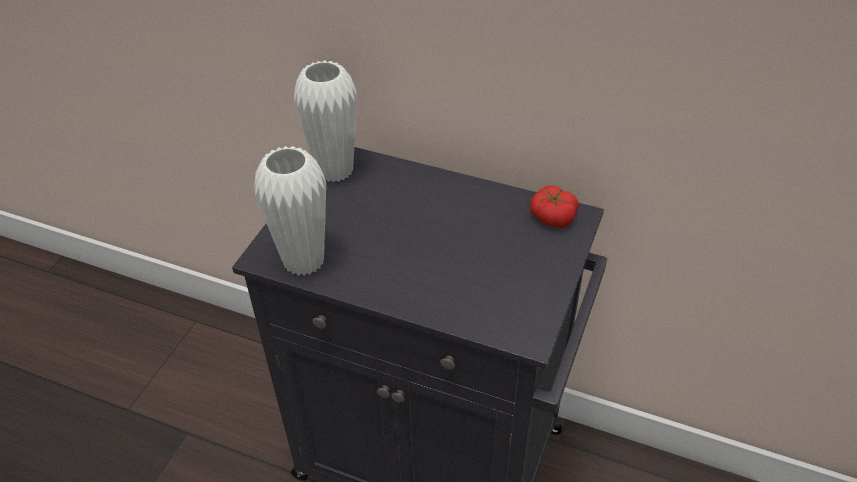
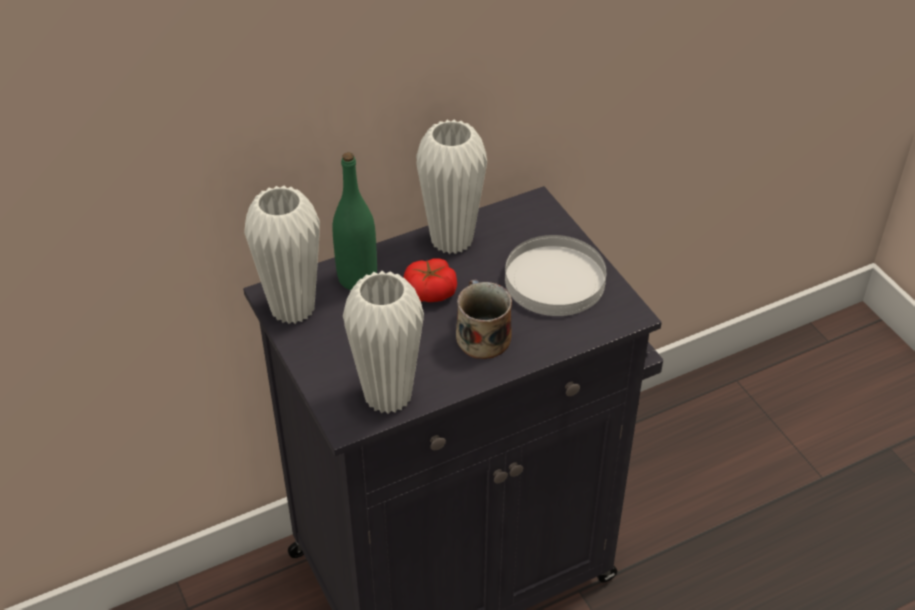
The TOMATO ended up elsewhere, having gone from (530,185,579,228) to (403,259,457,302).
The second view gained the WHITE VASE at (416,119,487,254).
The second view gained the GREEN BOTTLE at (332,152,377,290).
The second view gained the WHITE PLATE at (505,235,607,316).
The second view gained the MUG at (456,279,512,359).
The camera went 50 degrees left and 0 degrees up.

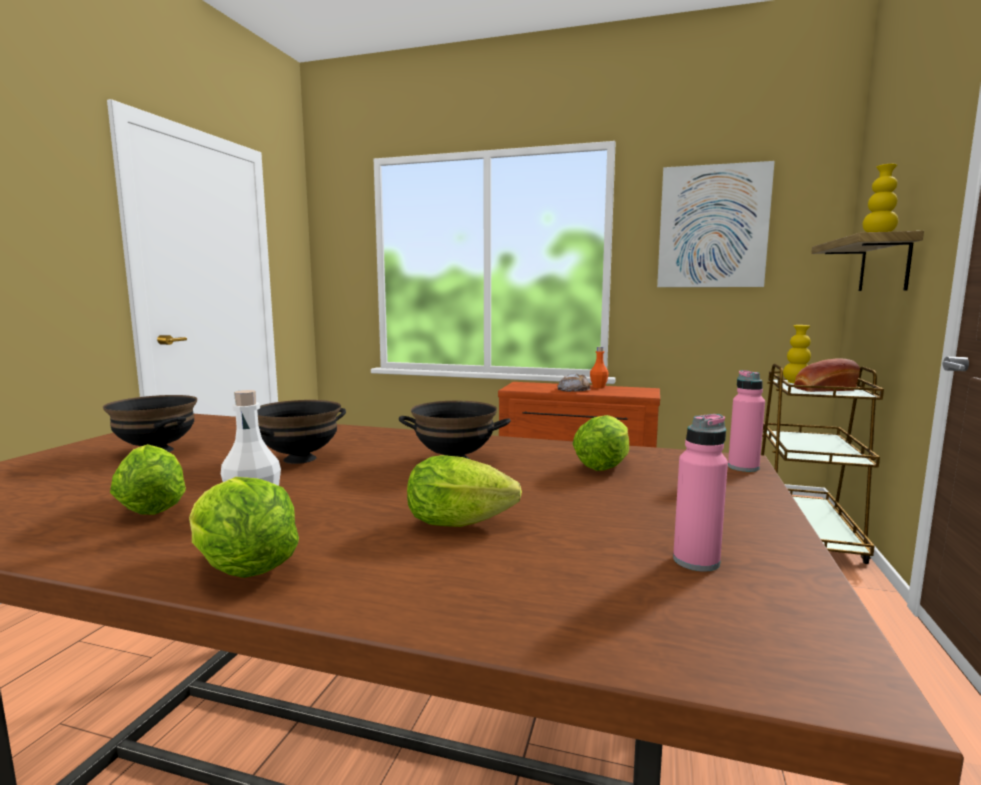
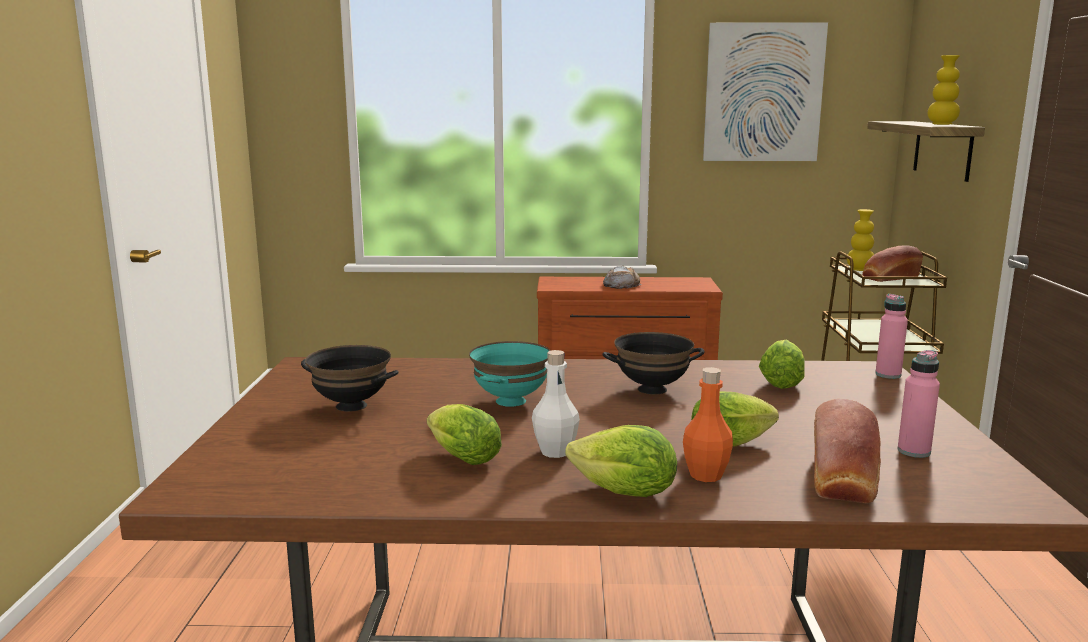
The ORANGE BOTTLE ended up elsewhere, having gone from (590,347,609,388) to (683,367,733,482).
What was the BLACK BOWL at (257,400,346,464) turned into the TURQUOISE BOWL at (469,341,551,407).
The second view gained the BREAD at (814,399,881,503).
The camera went 15 degrees left and 5 degrees up.

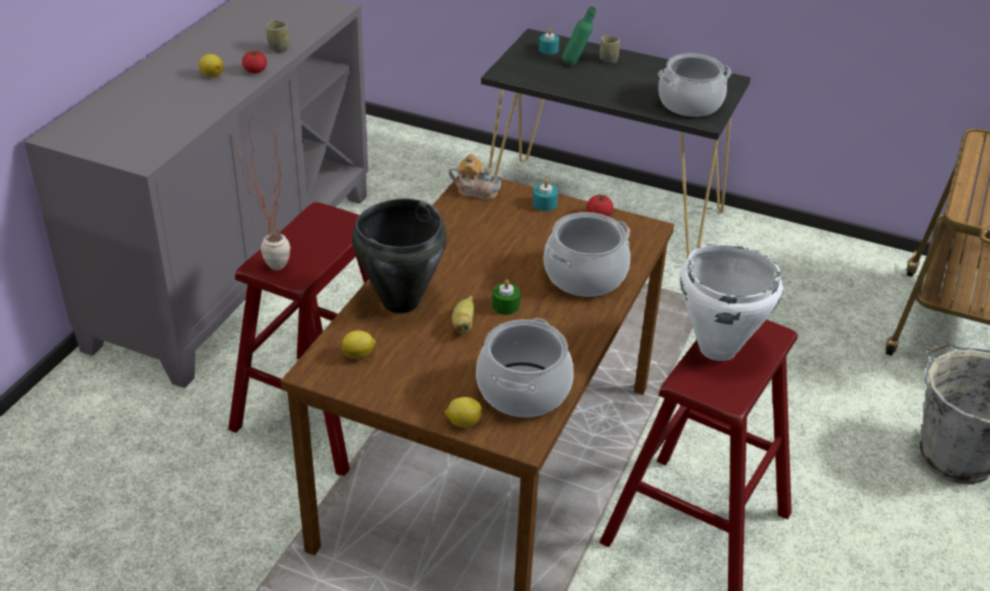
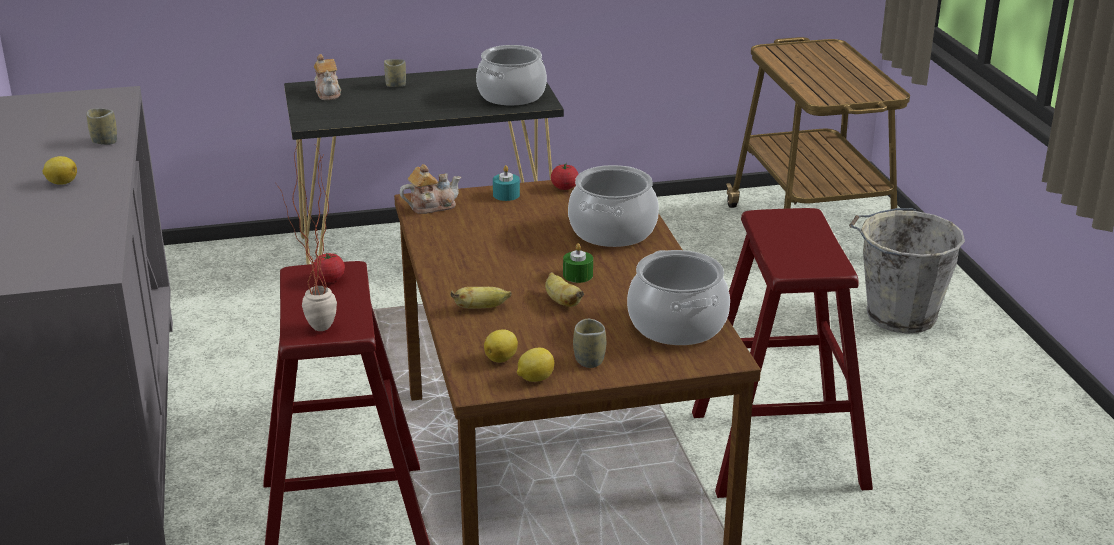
The second view lost the GREEN BOTTLE at (562,6,596,65).
Where the TURQUOISE CANDLE stood at (539,28,559,55), the TEAPOT came to stand at (314,54,341,100).
The TOMATO ended up elsewhere, having gone from (242,51,267,73) to (312,253,345,282).
Where the BLACK COOKING POT stood at (352,198,447,313), the BANANA came to stand at (451,287,511,309).
The second view lost the WHITE COOKING POT at (680,244,783,361).
The LEMON ended up elsewhere, having gone from (445,397,482,428) to (517,348,554,382).
The second view gained the CUP at (573,319,606,368).
The camera went 35 degrees left and 10 degrees down.

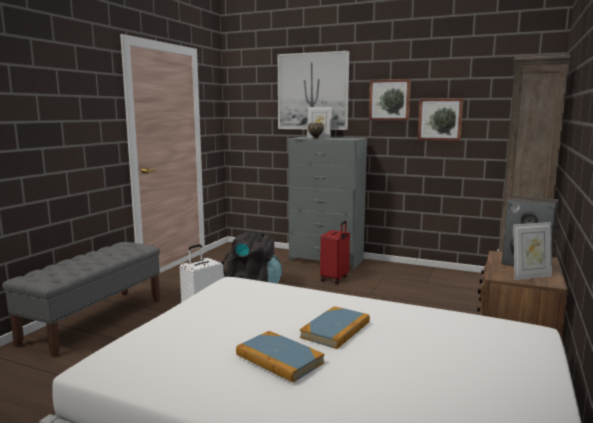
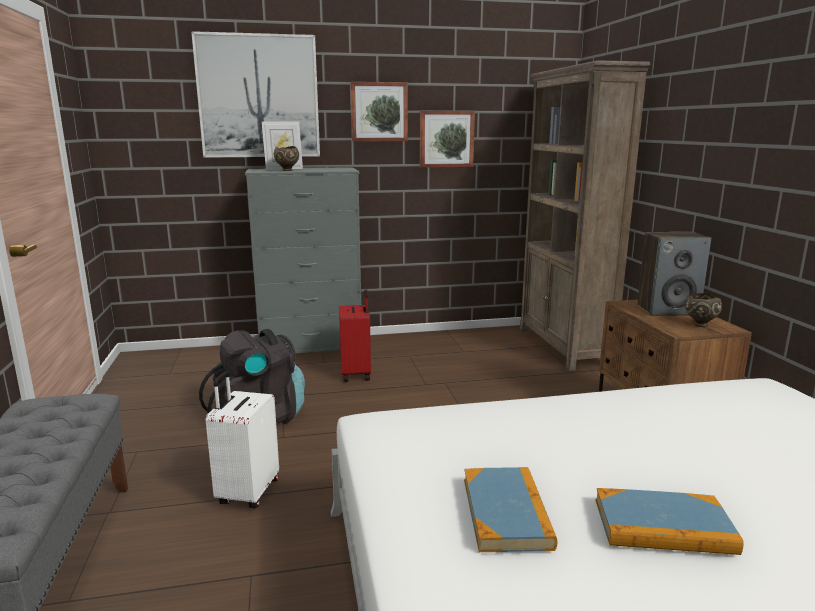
Where the PICTURE FRAME stood at (513,222,552,280), the BROWN BOWL came to stand at (685,293,722,327).
The BOOK ended up elsewhere, having gone from (300,306,370,349) to (464,467,557,552).
The camera went 35 degrees left and 5 degrees up.

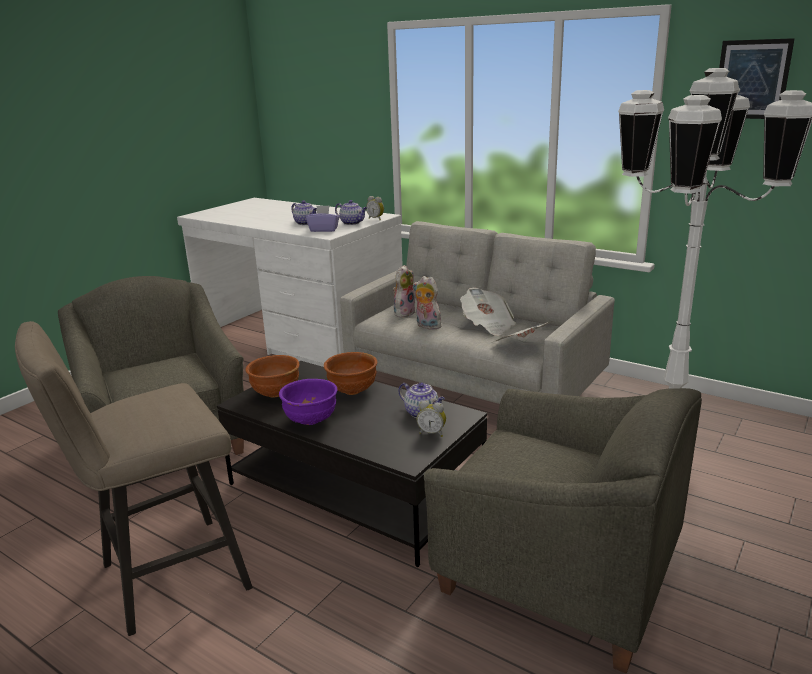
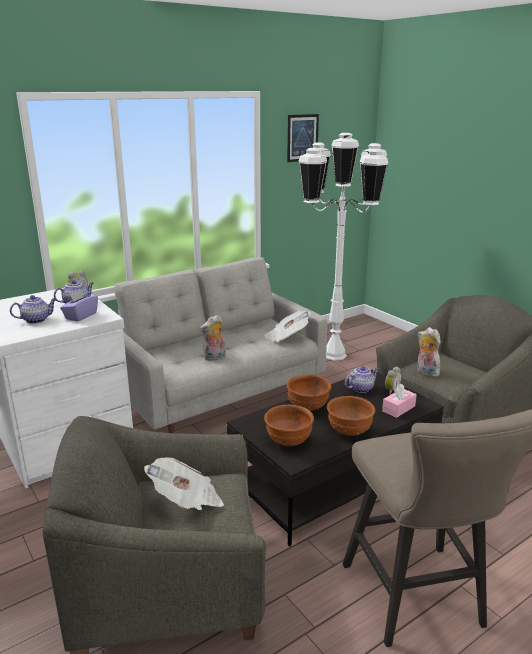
The PLUSH TOY ended up elsewhere, having gone from (393,265,415,317) to (417,327,443,377).
The NEWSPAPER ended up elsewhere, having gone from (460,288,516,336) to (144,457,224,510).
What was the PURPLE BOWL at (279,379,337,425) turned into the BROWN BOWL at (327,396,375,436).
The second view gained the PINK TISSUE BOX at (382,383,417,418).
The camera went 70 degrees left and 0 degrees up.

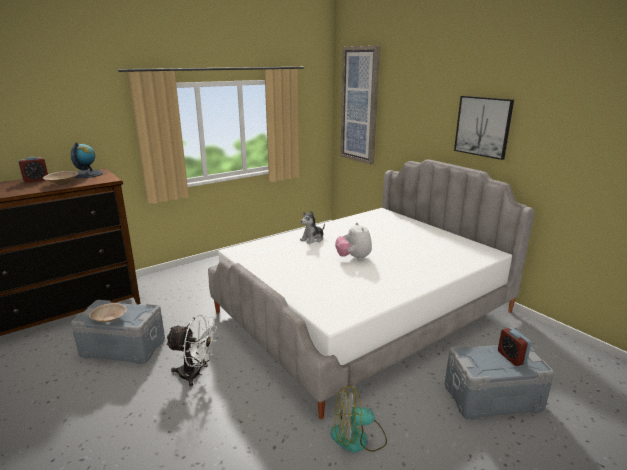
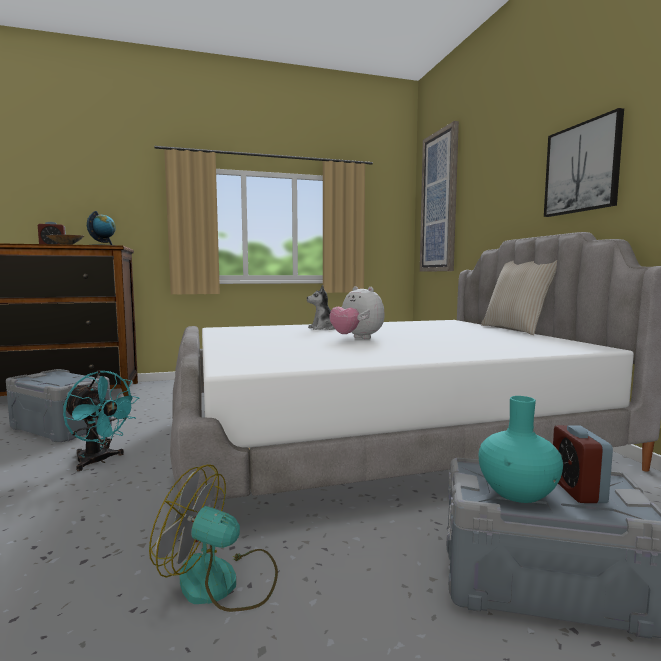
The PLUSH TOY at (335,222,372,260) ended up facing another way, 45 degrees counterclockwise from before.
The second view lost the BEIGE BOWL at (89,303,127,322).
What was the WHITE FAN at (165,315,217,387) turned into the TURQUOISE FAN at (62,371,139,471).
The second view gained the BEIGE PILLOW at (481,260,557,335).
The second view gained the TURQUOISE VASE at (479,396,563,503).
The camera went 20 degrees right and 15 degrees down.

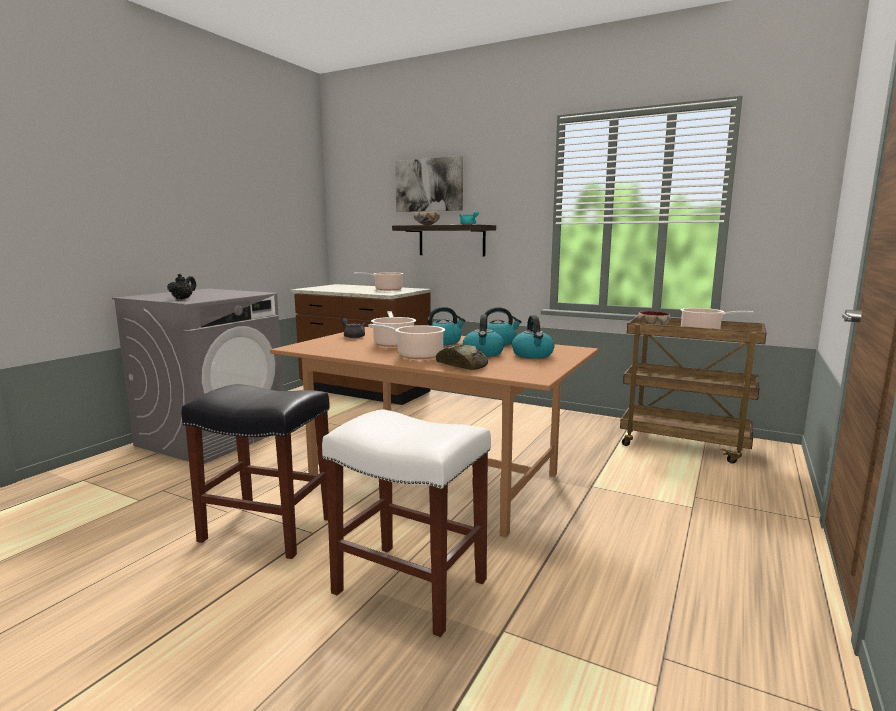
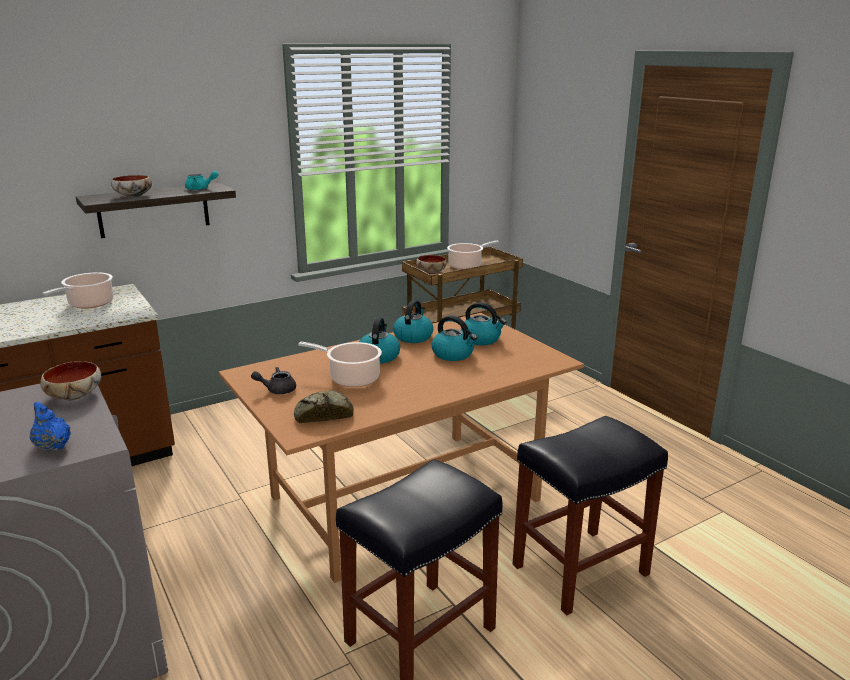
The second view lost the PICTURE at (395,156,463,212).
What was the BLACK TEAPOT at (167,274,196,300) turned into the BLUE TEAPOT at (30,402,71,452).
The second view lost the COOKING POT at (368,324,445,359).
The BREAD ended up elsewhere, having gone from (436,345,488,370) to (294,390,354,423).
What was the WHITE STOOL at (322,409,491,637) turned into the BLACK STOOL at (513,416,668,615).
The second view gained the BOWL at (40,361,101,400).
The camera went 60 degrees left and 10 degrees up.

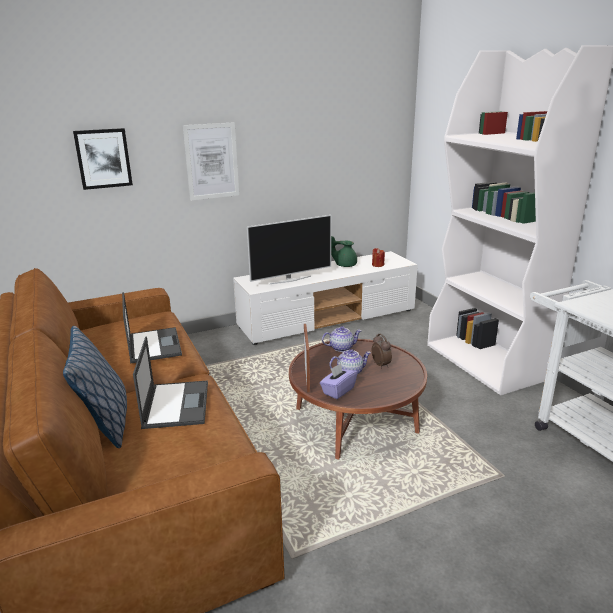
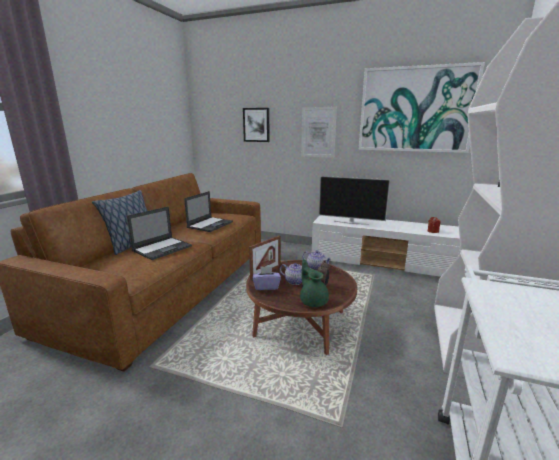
The GREEN TEAPOT ended up elsewhere, having gone from (331,236,357,267) to (300,259,329,307).
The second view gained the PICTURE at (359,62,485,153).
The camera went 45 degrees right and 5 degrees down.

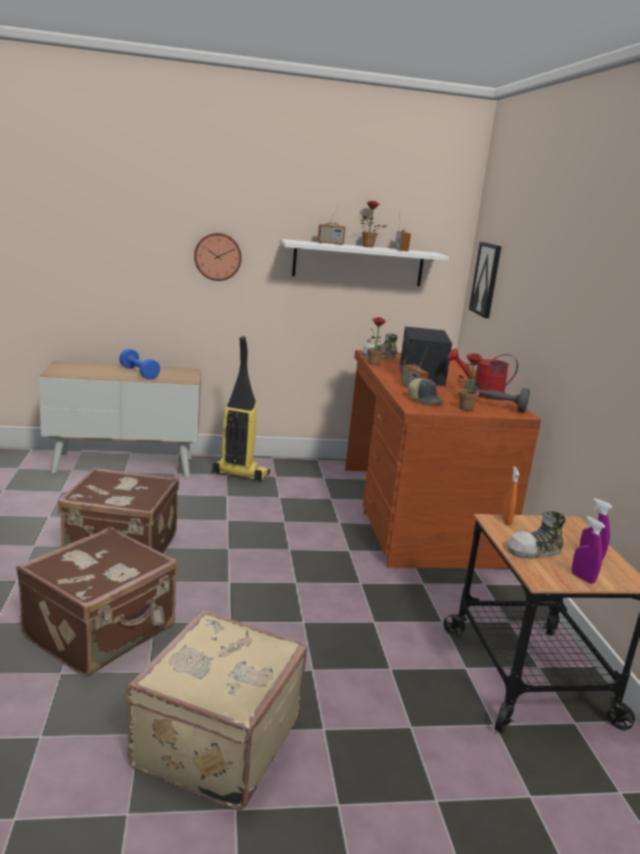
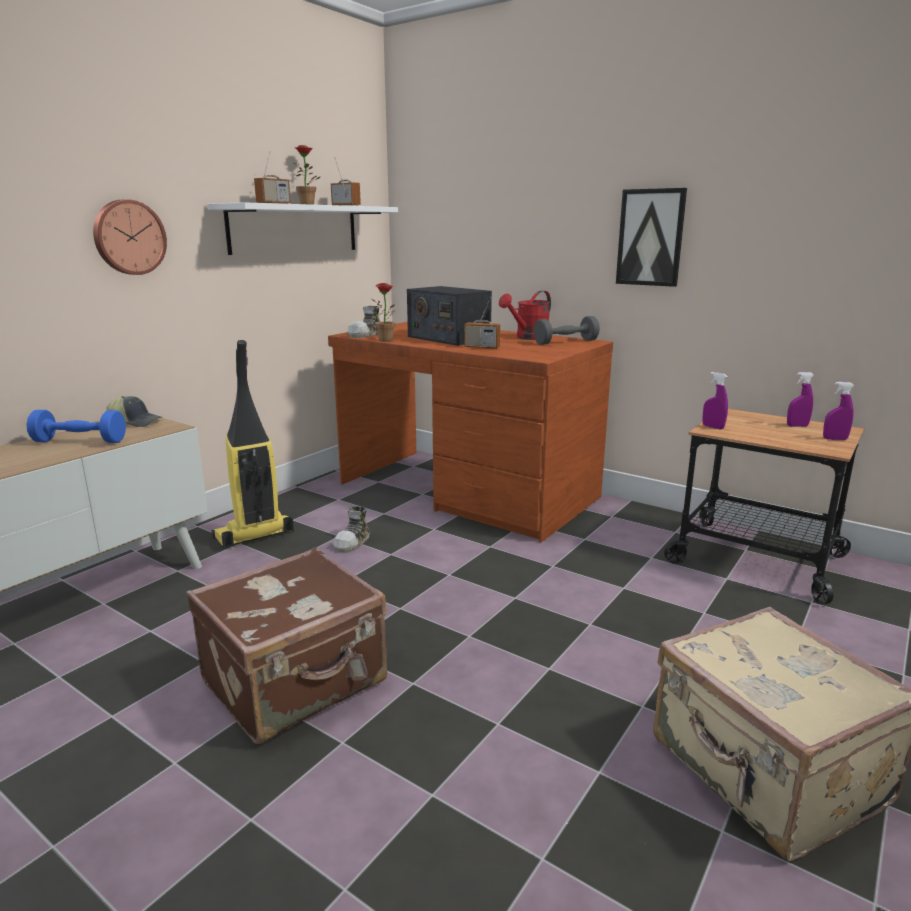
The PICTURE ended up elsewhere, having gone from (469,242,501,318) to (616,188,687,287).
The second view lost the POTTED PLANT at (458,353,491,411).
The CAP ended up elsewhere, having gone from (408,378,445,406) to (106,396,162,427).
What was the ORANGE SPRAY BOTTLE at (502,466,519,525) turned into the PURPLE SPRAY BOTTLE at (703,372,728,429).
The SHOE ended up elsewhere, having gone from (508,511,566,559) to (333,506,370,553).
The second view lost the BROWN SUITCASE at (16,526,178,677).
The camera went 45 degrees left and 0 degrees up.

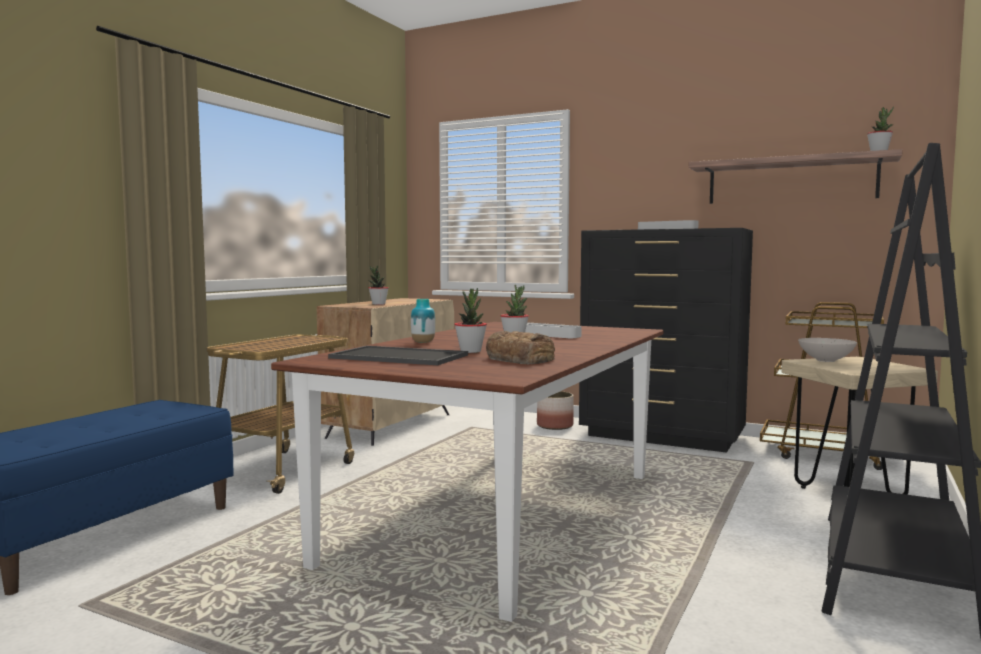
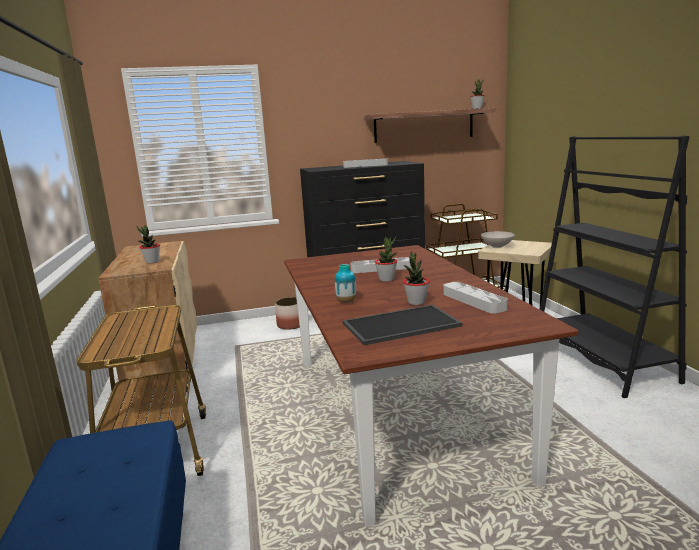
Where the BREAD stood at (486,331,555,364), the GREY TRAY came to stand at (444,282,508,314).
The camera went 40 degrees left and 10 degrees up.

